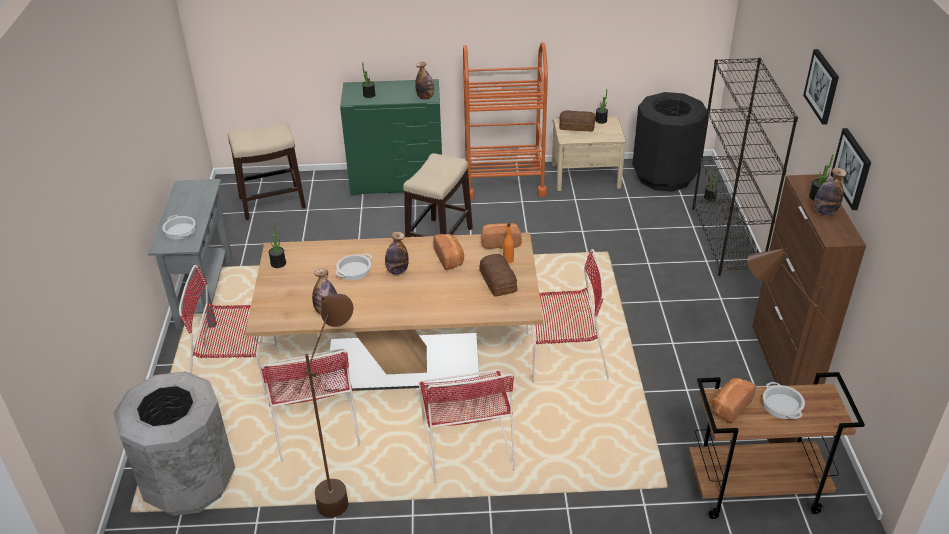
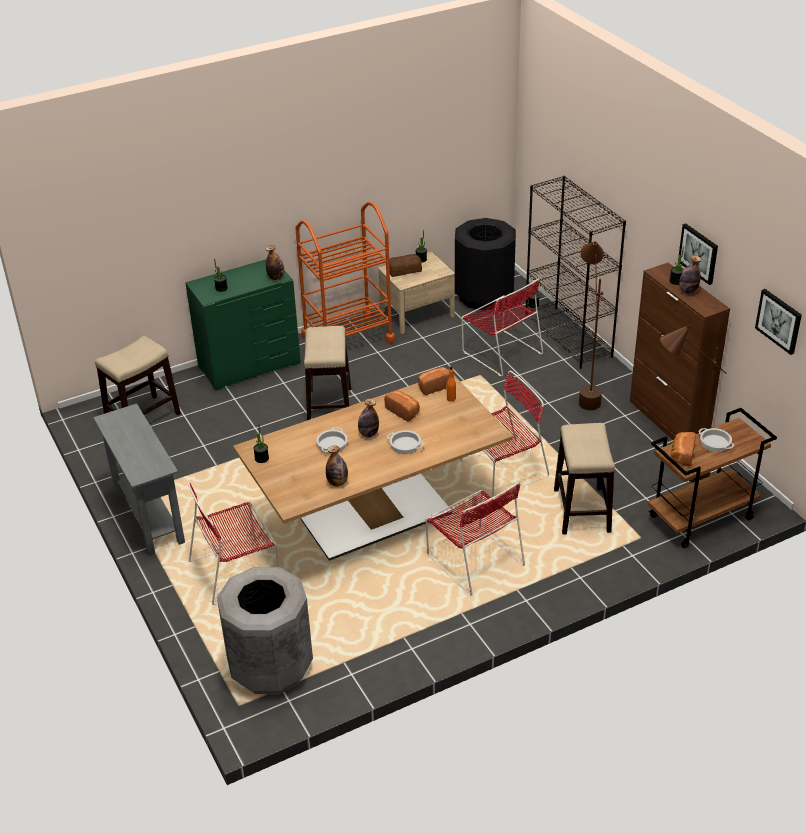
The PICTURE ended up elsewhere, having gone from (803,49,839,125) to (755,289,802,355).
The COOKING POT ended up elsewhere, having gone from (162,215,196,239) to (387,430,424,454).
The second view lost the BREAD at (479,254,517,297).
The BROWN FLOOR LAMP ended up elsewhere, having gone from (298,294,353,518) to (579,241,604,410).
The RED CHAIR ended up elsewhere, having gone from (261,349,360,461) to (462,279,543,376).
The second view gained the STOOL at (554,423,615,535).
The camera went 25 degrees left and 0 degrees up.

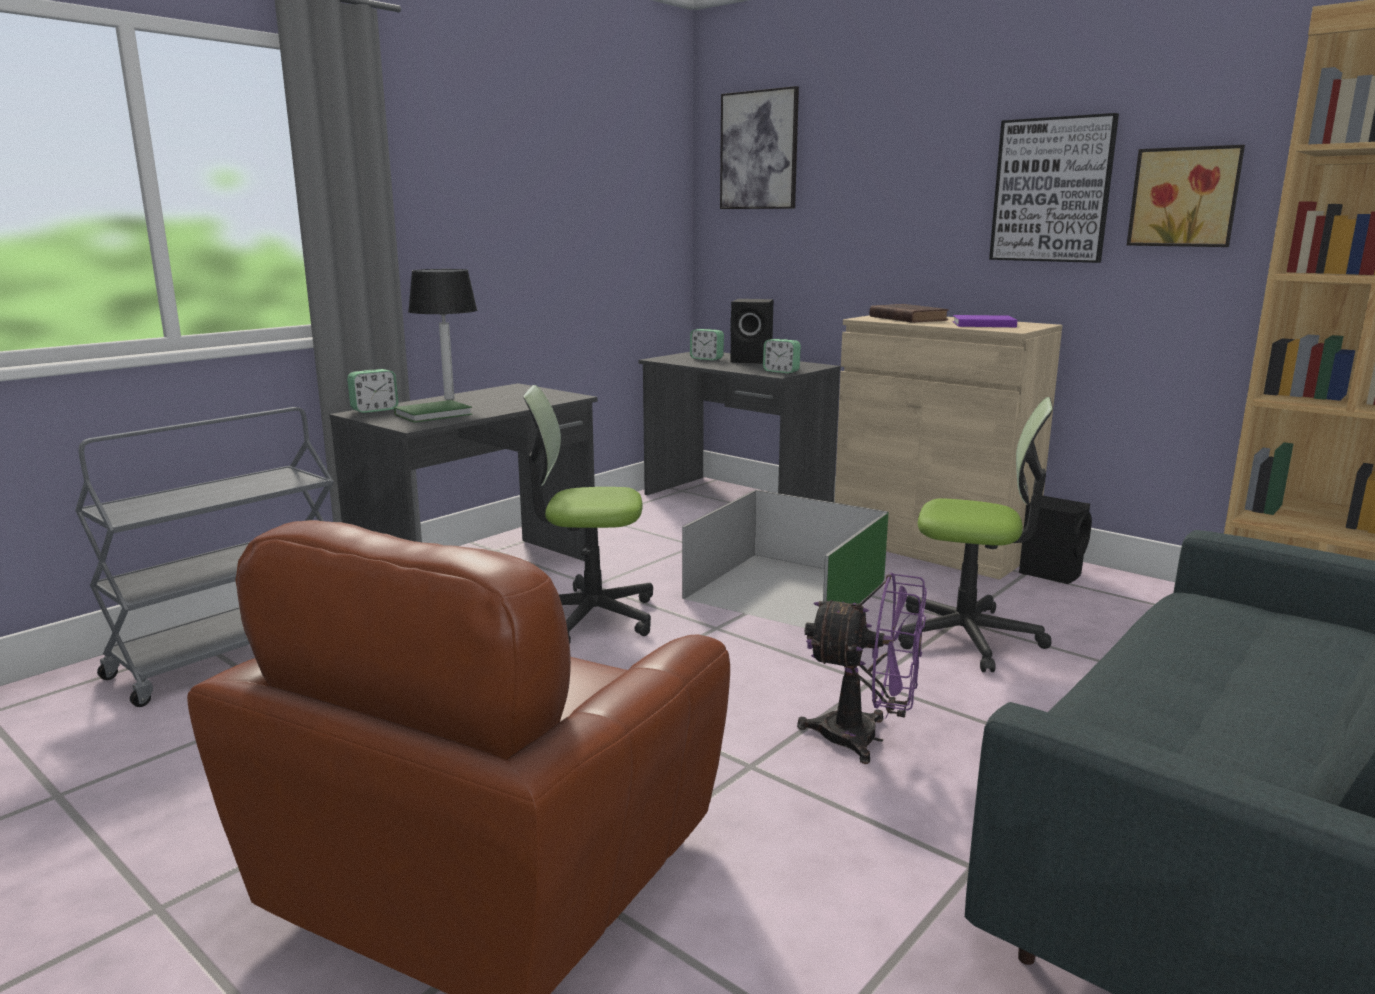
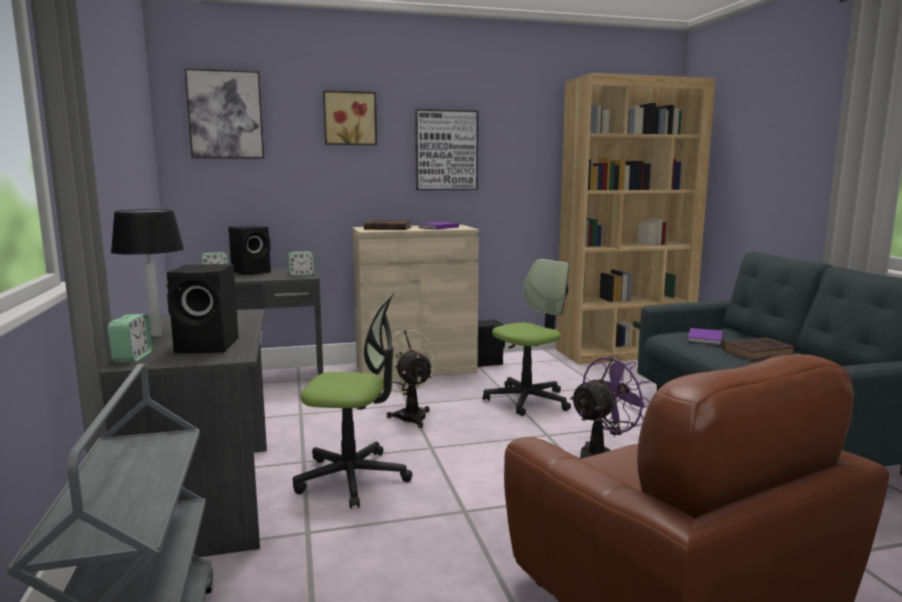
The PICTURE ended up elsewhere, having gone from (1127,145,1245,247) to (323,90,377,145).
The OFFICE CHAIR at (523,385,653,643) ended up facing another way, 120 degrees counterclockwise from before.
Where the GREEN BOOK stood at (394,400,472,423), the BLACK SPEAKER came to stand at (167,264,239,353).
Where the GREEN STORAGE BOX stood at (682,490,889,628), the BEIGE FAN came to stand at (378,329,437,428).
The second view gained the PURPLE BOOK at (688,328,722,345).
The second view gained the BROWN BOOK at (723,337,795,360).
The camera went 55 degrees left and 5 degrees down.

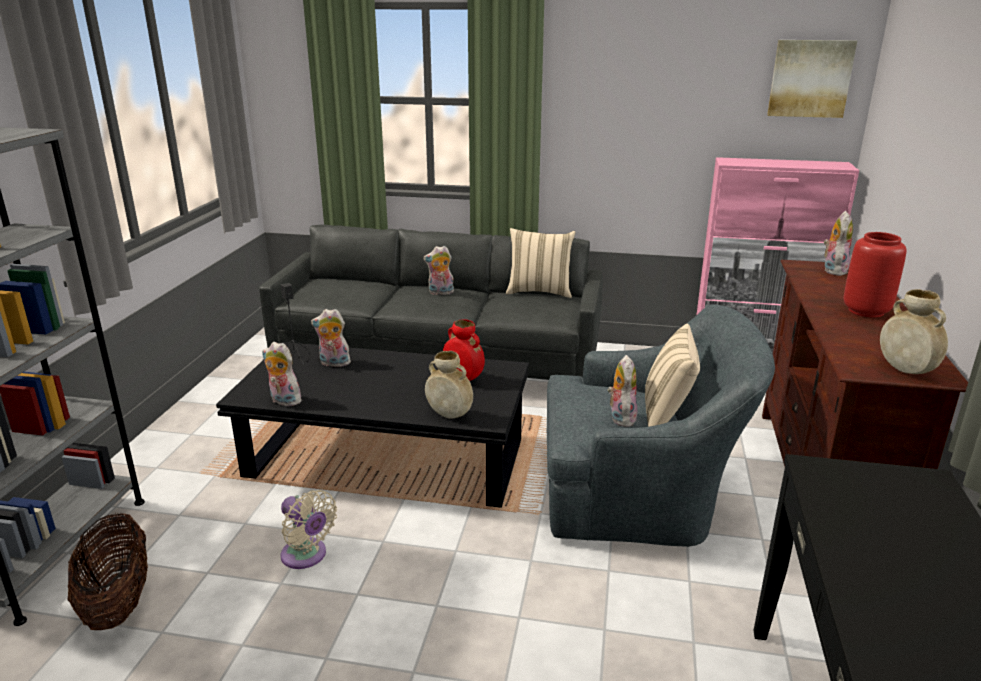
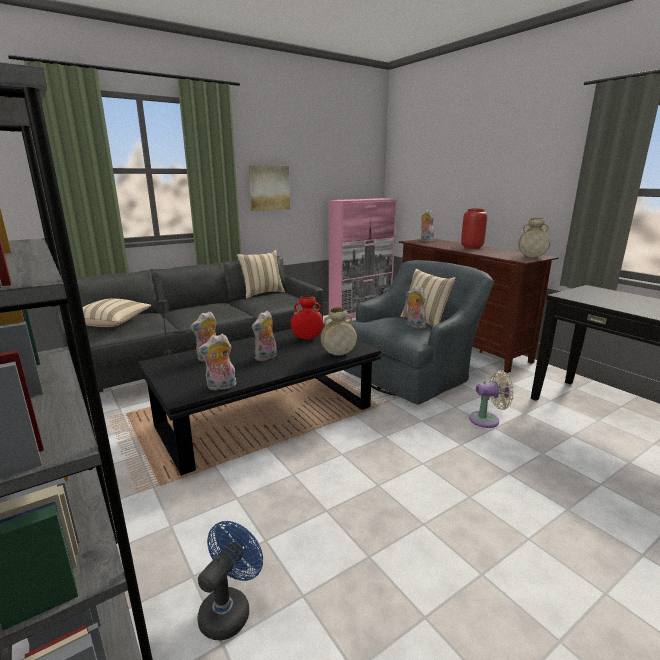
The PICTURE ended up elsewhere, having gone from (767,40,857,118) to (249,165,290,211).
The PLUSH TOY ended up elsewhere, having gone from (423,246,454,295) to (252,311,277,361).
The BEIGE FAN ended up elsewhere, having gone from (281,490,337,569) to (469,370,514,428).
Where the BASKET stood at (68,513,148,630), the BLUE FAN came to stand at (197,521,263,640).
The second view gained the BEIGE PILLOW at (70,299,151,327).
The camera went 45 degrees left and 5 degrees down.

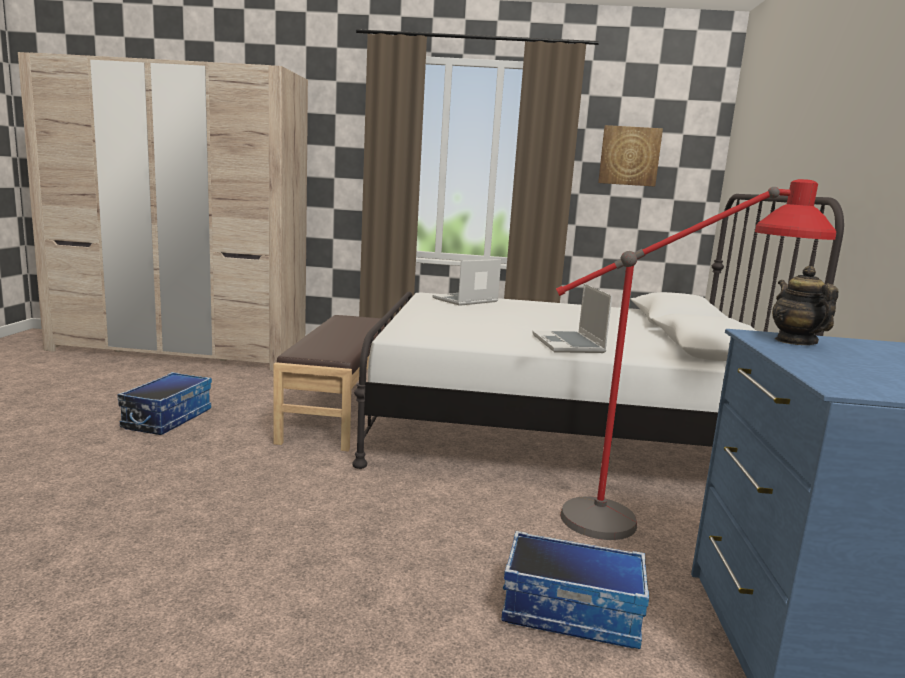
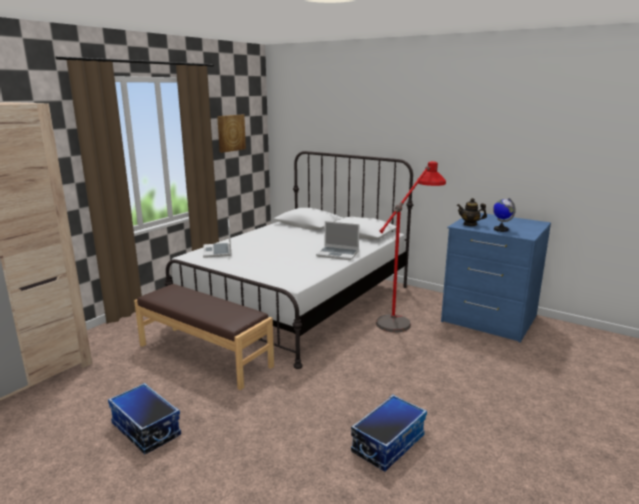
The STORAGE BOX ended up elsewhere, having gone from (501,531,649,649) to (351,395,427,472).
The second view gained the GLOBE at (493,198,516,232).
The camera went 60 degrees left and 5 degrees up.

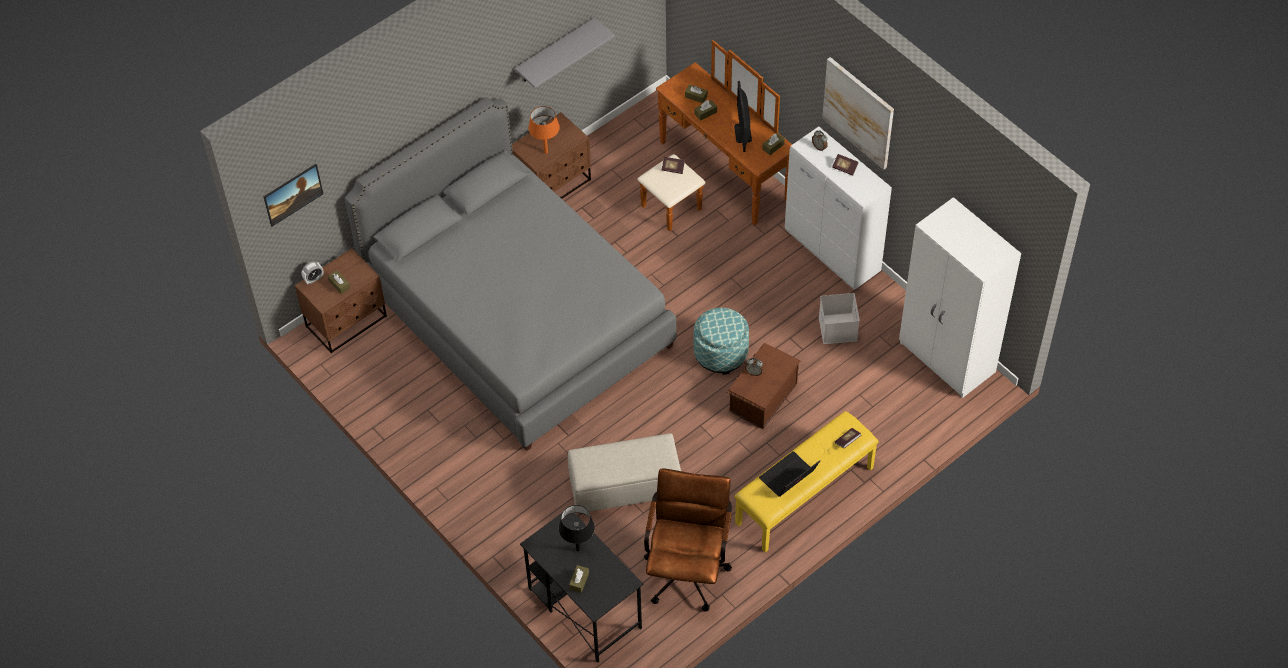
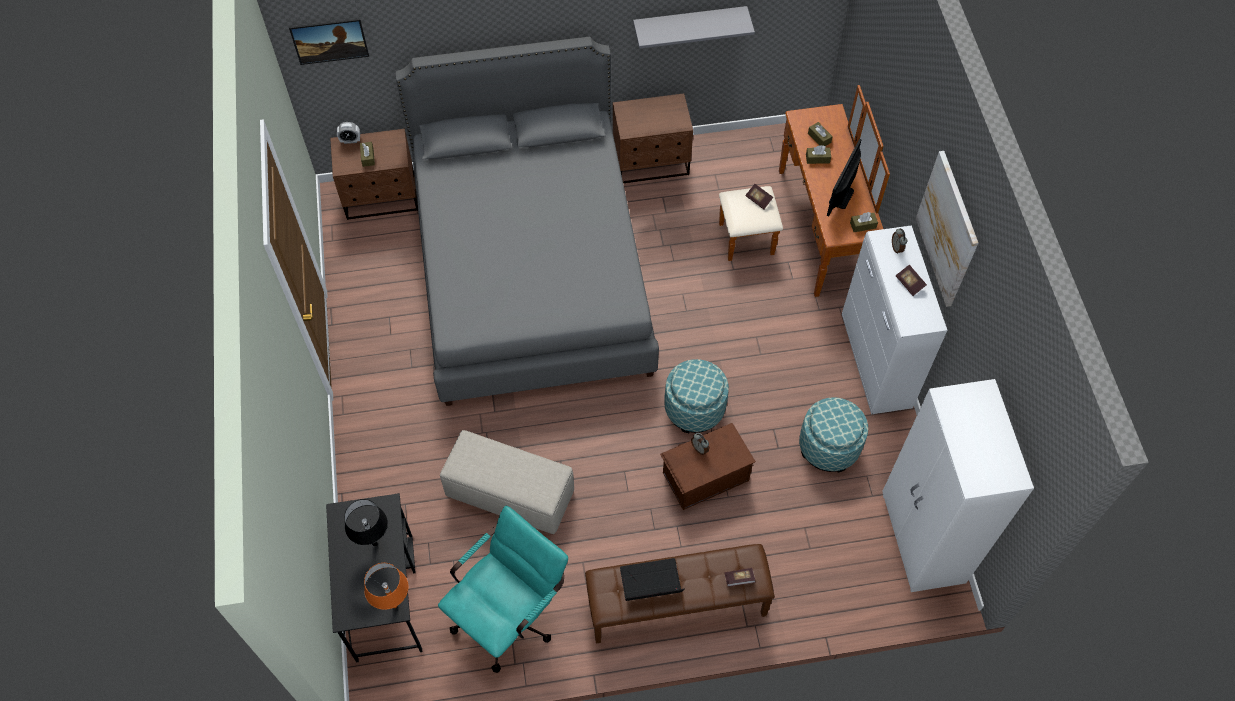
The ORANGE TABLE LAMP ended up elsewhere, having gone from (528,106,560,154) to (364,563,408,610).
Where the WHITE STORAGE BOX stood at (819,293,860,344), the OTTOMAN came to stand at (799,397,868,473).
What was the YELLOW BENCH at (735,411,878,553) turned into the BROWN BENCH at (585,544,775,643).
What was the BROWN OFFICE CHAIR at (644,468,732,611) turned into the TURQUOISE OFFICE CHAIR at (438,506,568,673).
The second view lost the BROWN TISSUE BOX at (569,565,589,593).
The camera went 30 degrees right and 5 degrees up.

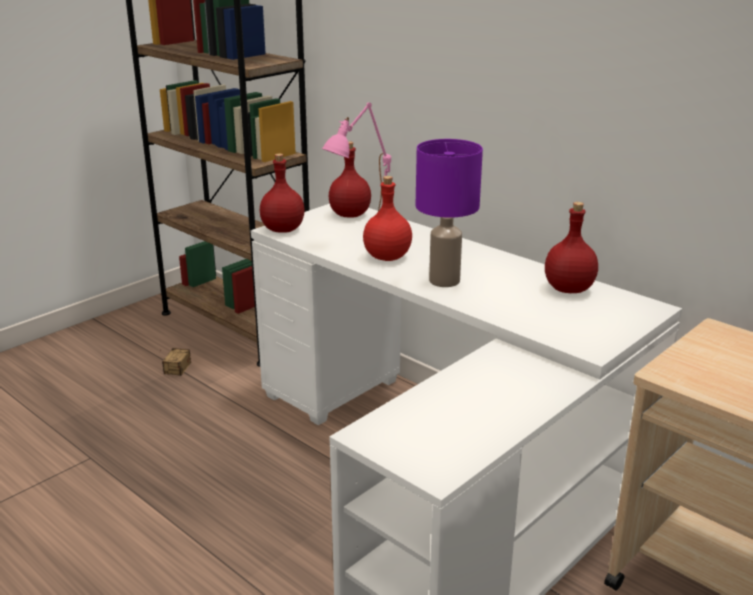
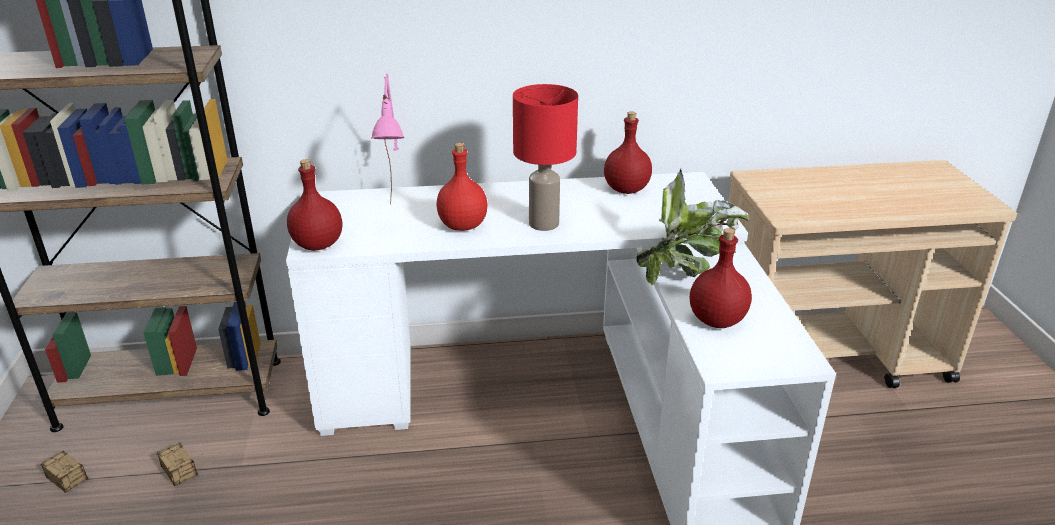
What was the PURPLE TABLE LAMP at (416,139,483,287) turned into the RED TABLE LAMP at (513,84,578,231).
The RED BOTTLE ended up elsewhere, having gone from (328,141,371,218) to (690,228,752,328).
The second view gained the POTTED PLANT at (636,169,749,285).
The second view gained the STORAGE BOX at (40,450,89,493).
The camera went 50 degrees left and 5 degrees up.

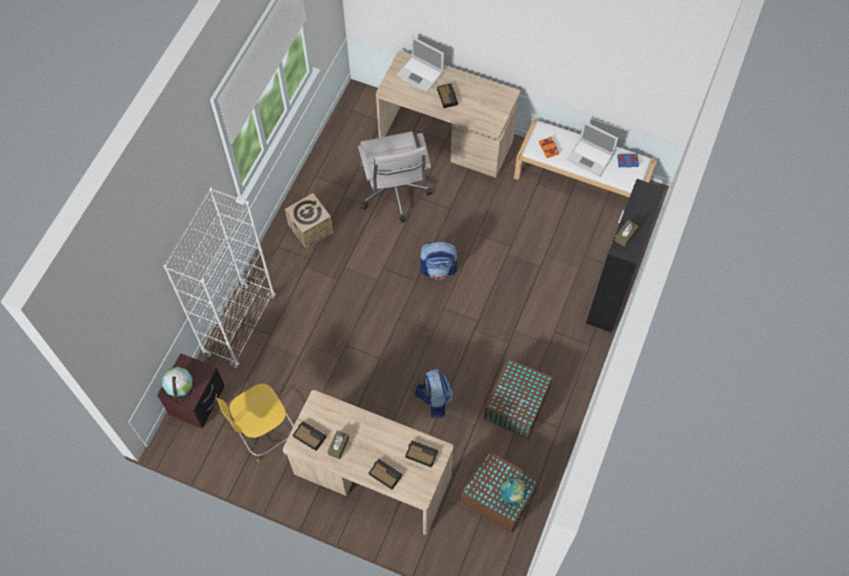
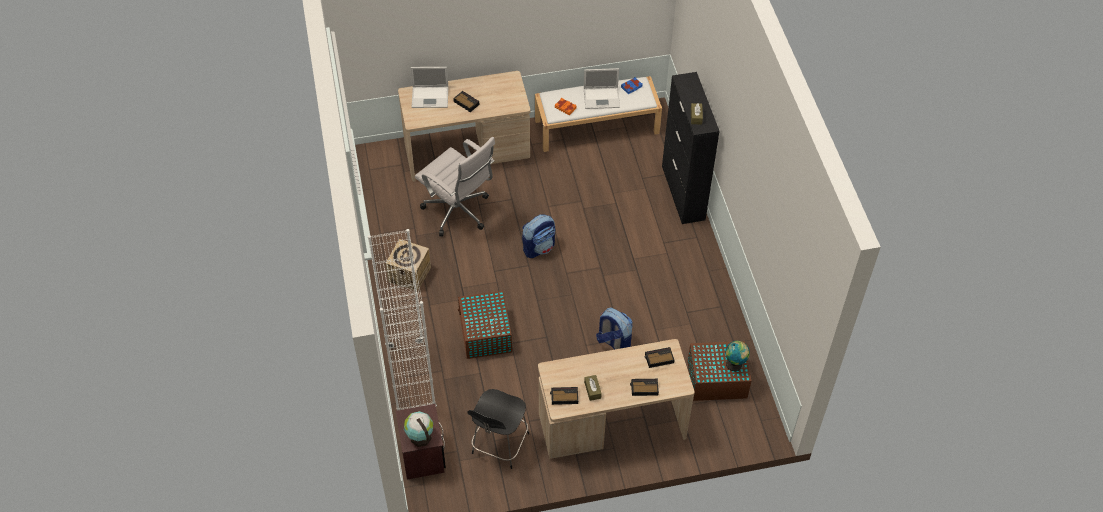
The BROWN STORAGE BOX ended up elsewhere, having gone from (484,358,553,439) to (458,291,512,359).
What was the YELLOW CHAIR at (215,384,294,462) turned into the BLACK CHAIR at (467,389,529,469).
The camera went 35 degrees left and 10 degrees down.

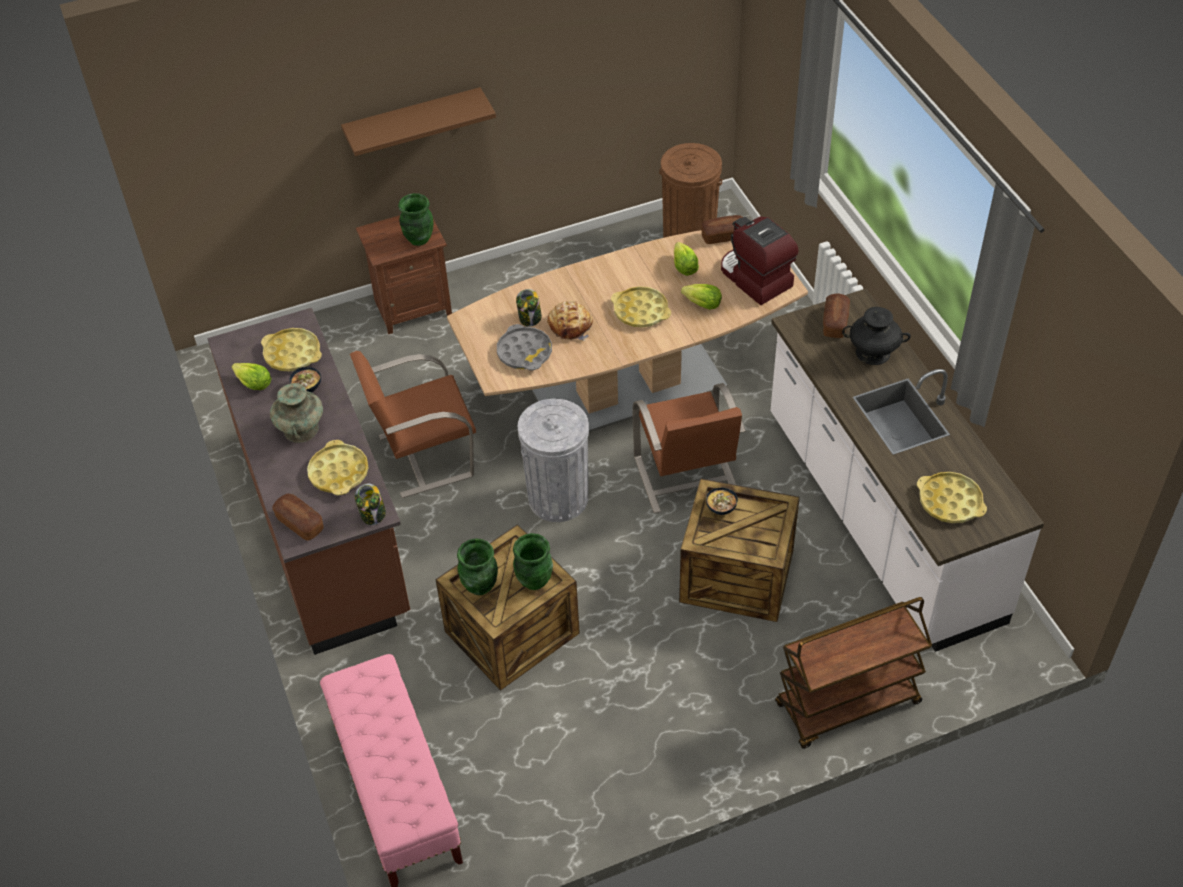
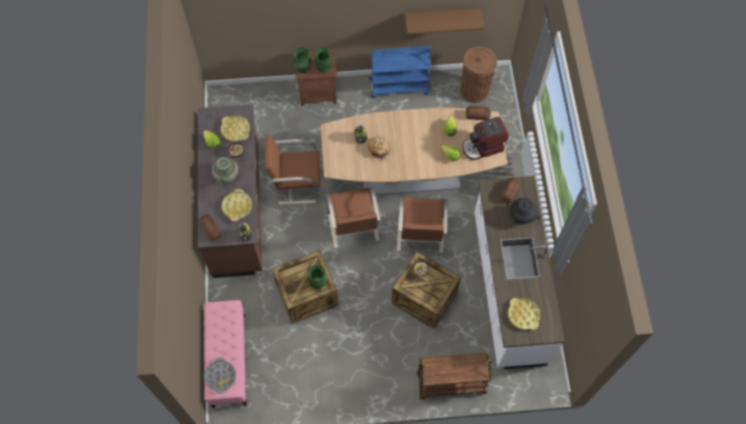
The BROWN SHELF ended up elsewhere, having gone from (341,87,496,156) to (405,8,485,35).
The COFFEE MACHINE at (721,217,799,305) ended up facing another way, 90 degrees counterclockwise from before.
The second view lost the YELLOW TRAY at (611,286,671,328).
The GREY TRAY ended up elsewhere, having gone from (497,324,552,371) to (204,357,236,394).
Where the GREY TRASH CAN stood at (518,399,589,522), the BROWN CHAIR came to stand at (326,187,381,248).
The GREEN VASE ended up elsewhere, having gone from (457,538,498,595) to (293,48,311,73).
The second view gained the BLUE CART at (370,46,431,98).
The camera went 15 degrees right and 15 degrees up.

